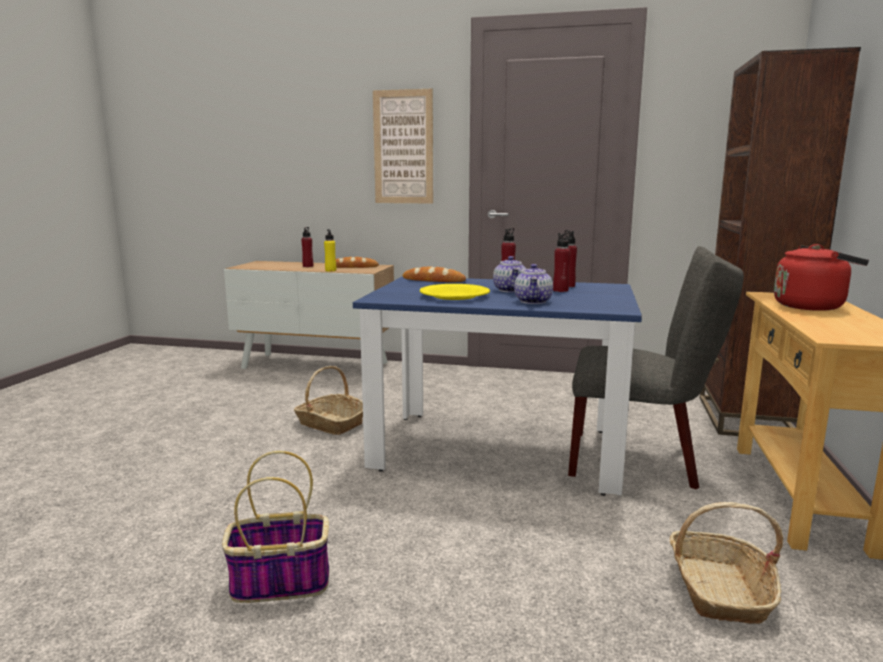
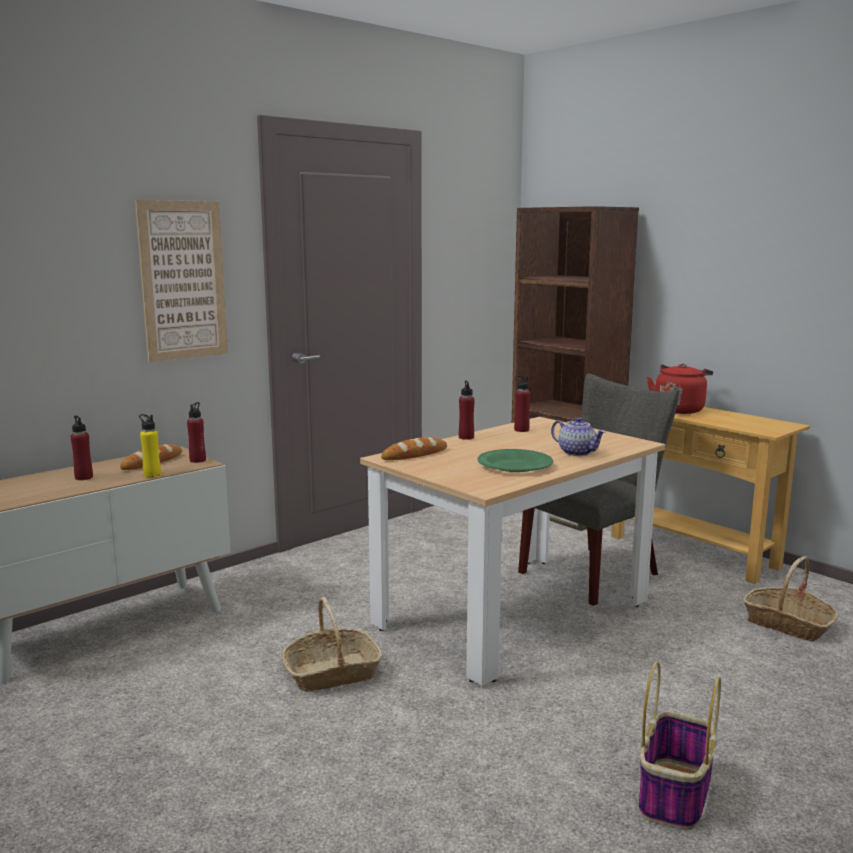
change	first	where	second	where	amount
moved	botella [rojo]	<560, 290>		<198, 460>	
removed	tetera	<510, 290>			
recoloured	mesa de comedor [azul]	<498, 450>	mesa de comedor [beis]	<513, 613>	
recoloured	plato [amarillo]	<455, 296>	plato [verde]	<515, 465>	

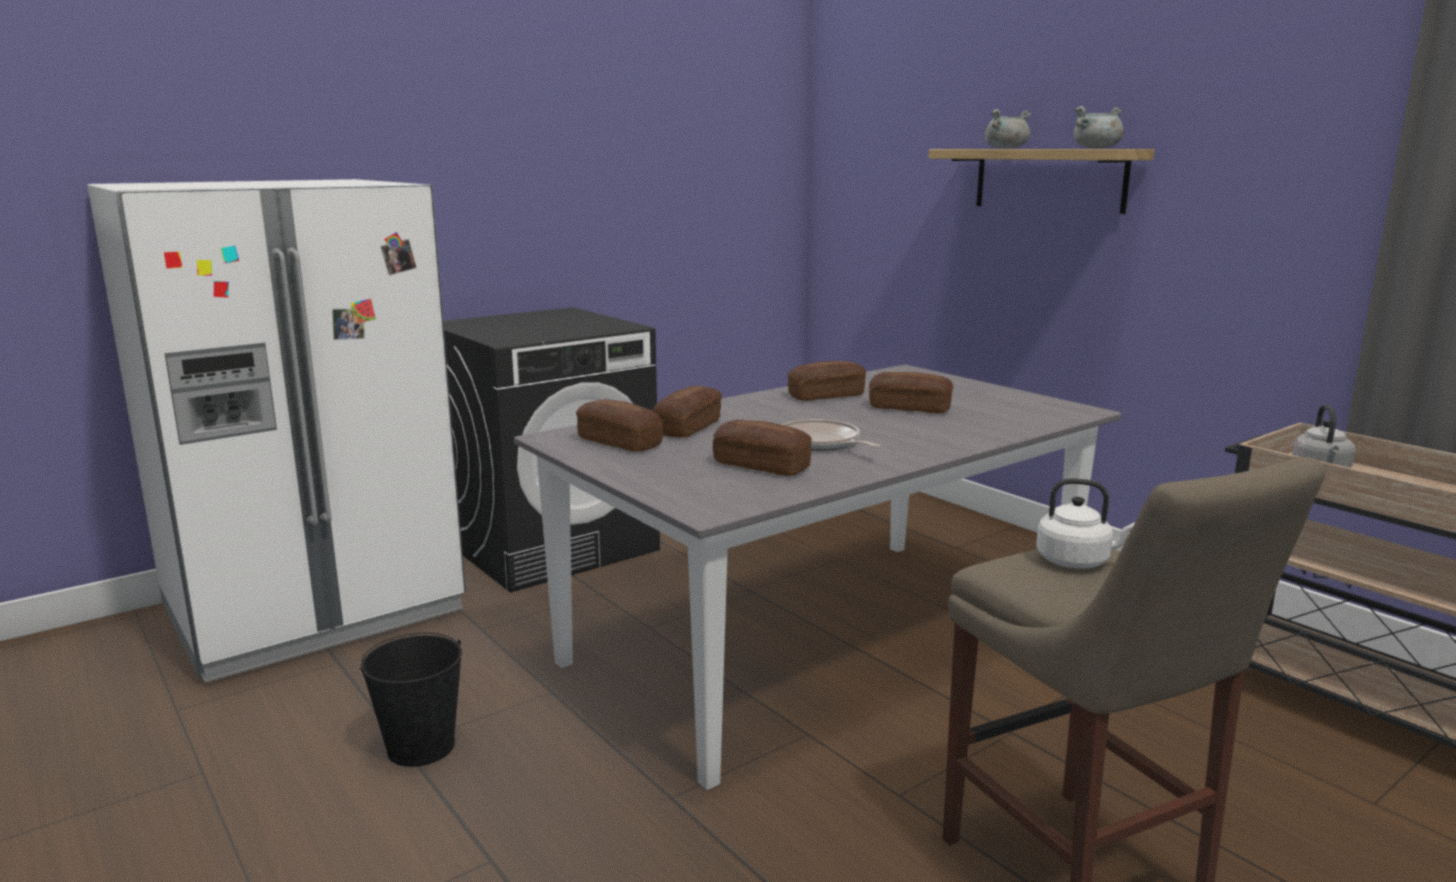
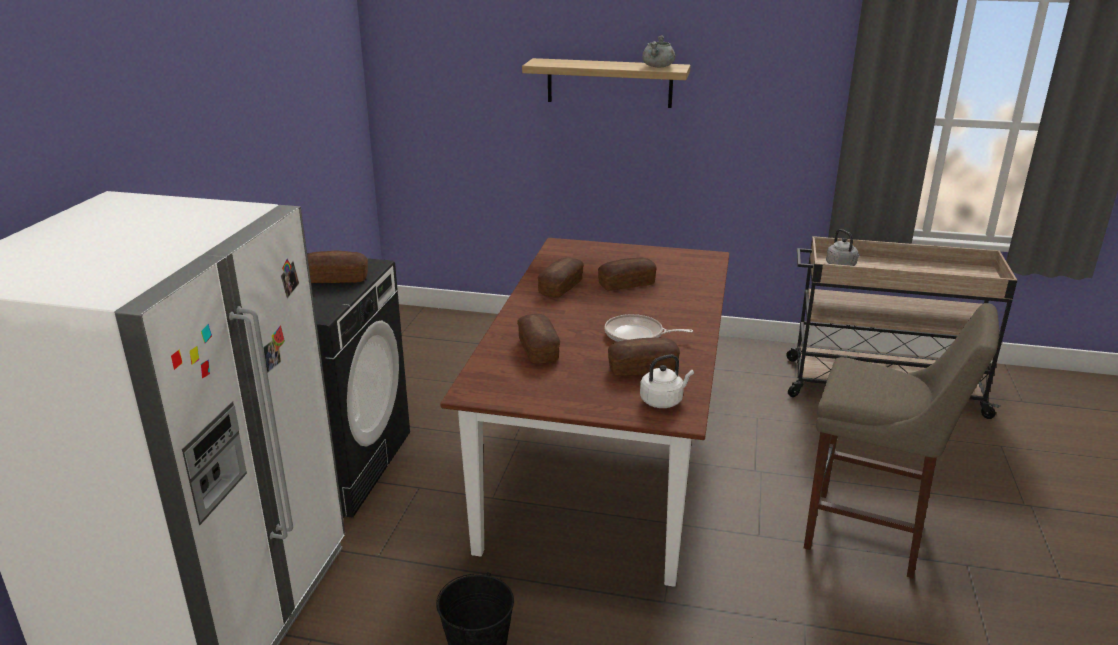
change	first	where	second	where	amount
removed	olla [gris]	<1006, 148>			
recoloured	mesa de comedor [gris]	<824, 641>	mesa de comedor [marrón]	<606, 458>	
moved	pan	<619, 442>		<336, 279>	
moved	hervidor [blanco]	<1076, 561>		<663, 401>	

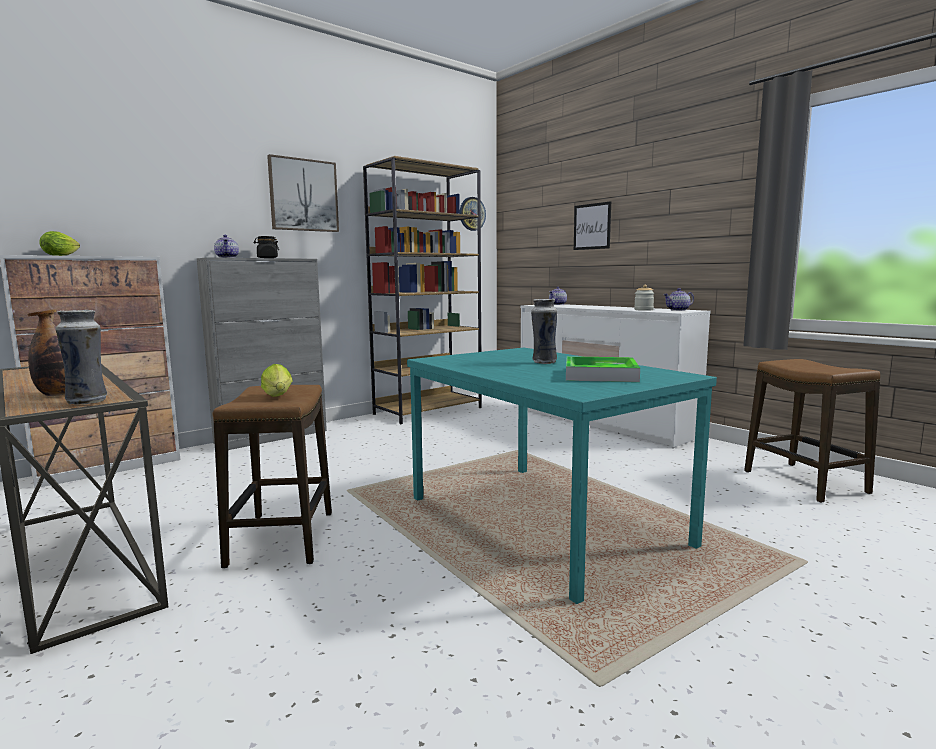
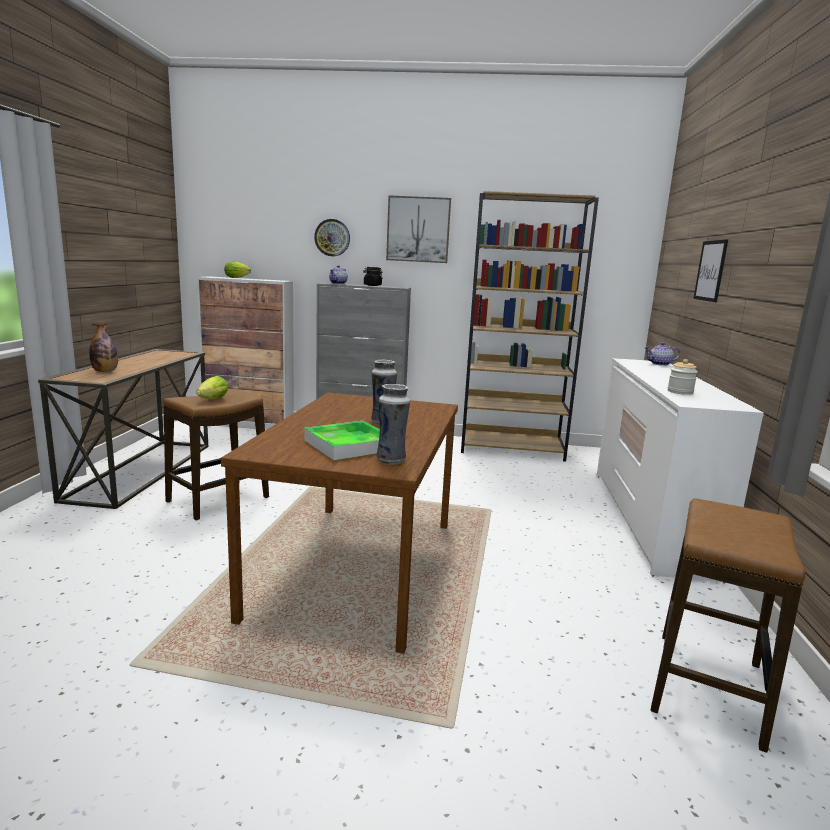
change	first	where	second	where	amount
moved	reloj de pared	<472, 214>		<332, 237>	
removed	tetera	<678, 310>			
moved	florero	<87, 401>		<391, 460>	
recoloured	mesa de comedor [turquesa]	<545, 521>	mesa de comedor [marrón]	<358, 568>	

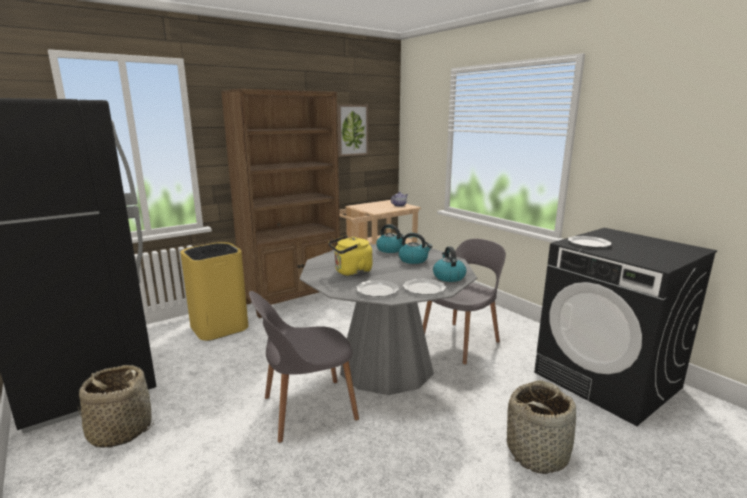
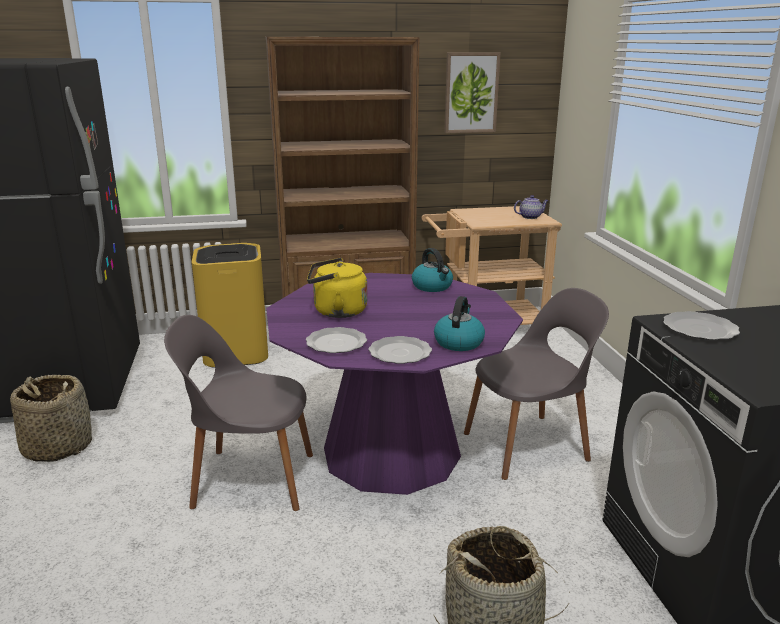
change	first	where	second	where	amount
removed	hervidor	<414, 260>			
recoloured	mesa de comedor [gris]	<386, 365>	mesa de comedor [morado]	<392, 452>	

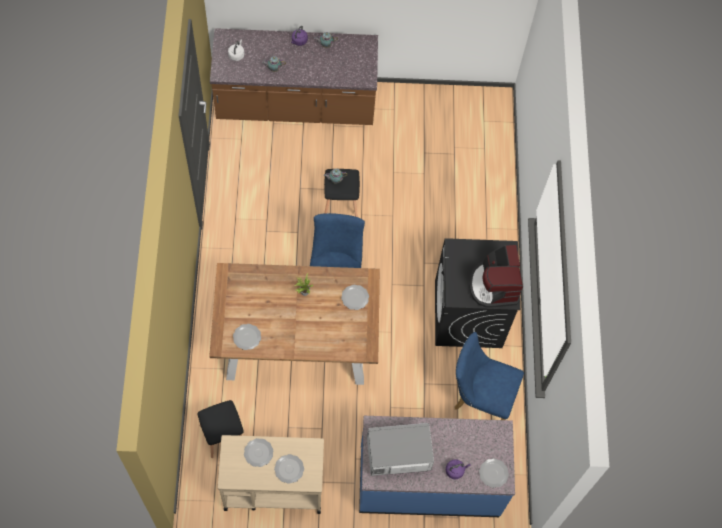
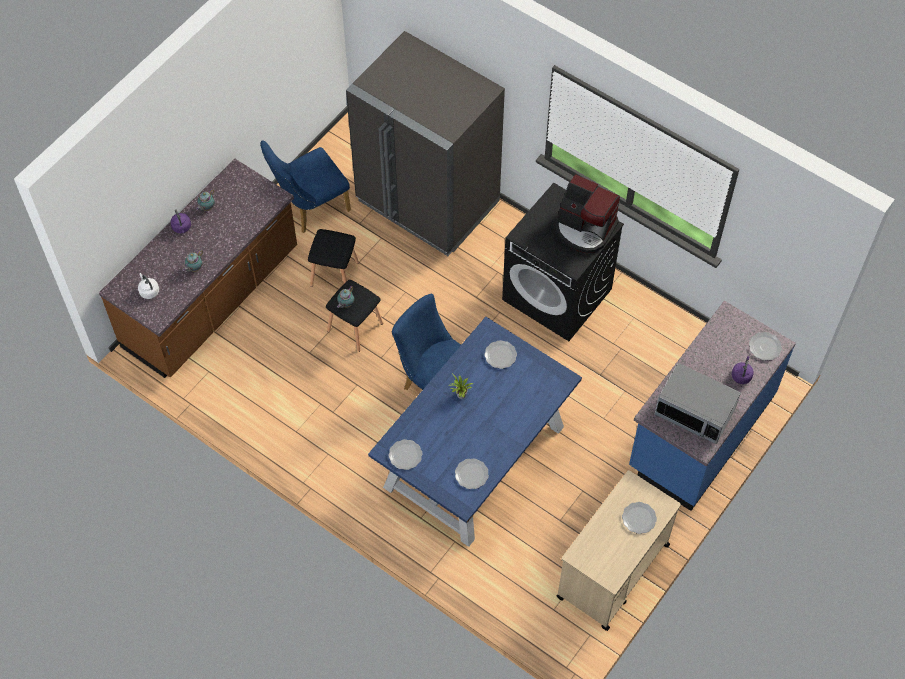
change	first	where	second	where	amount
recoloured	mesa de comedor [marrón]	<298, 340>	mesa de comedor [azul]	<475, 456>	
moved	silla [azul]	<479, 397>		<309, 208>	
moved	taburete [negro]	<223, 434>		<334, 273>	
turned	microondas	<398, 455>		<694, 412>	90 degrees counterclockwise
moved	plato	<258, 452>		<405, 455>	
added			nevera [gris]	<427, 202>	

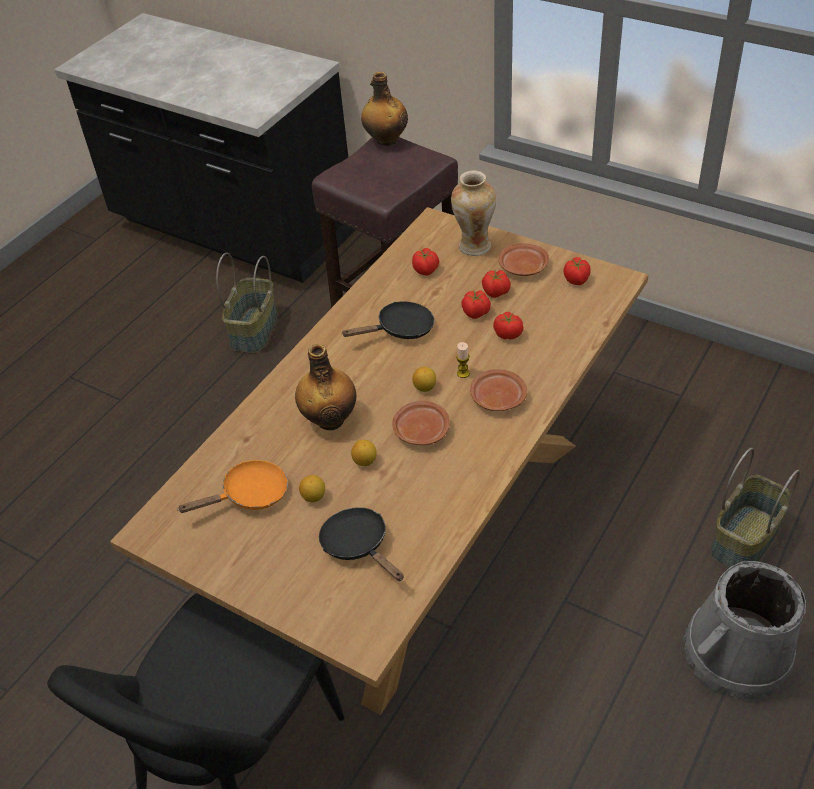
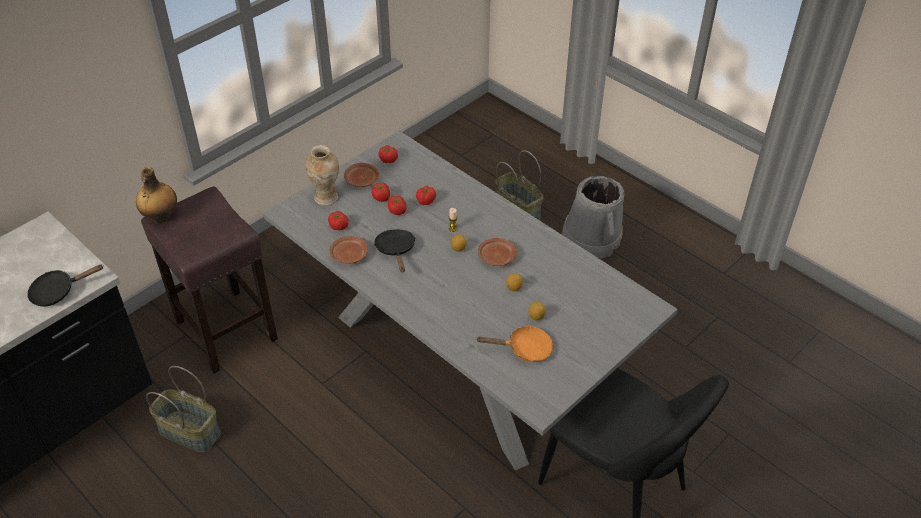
change	first	where	second	where	amount
recoloured	mesa de comedor [marrón]	<420, 536>	mesa de comedor [gris]	<461, 359>	
removed	botella	<330, 419>			
moved	plato [marrón]	<497, 397>		<348, 255>	
turned	sartén [naranja]	<249, 495>		<525, 349>	105 degrees clockwise
moved	sartén [negro]	<358, 545>		<58, 291>	

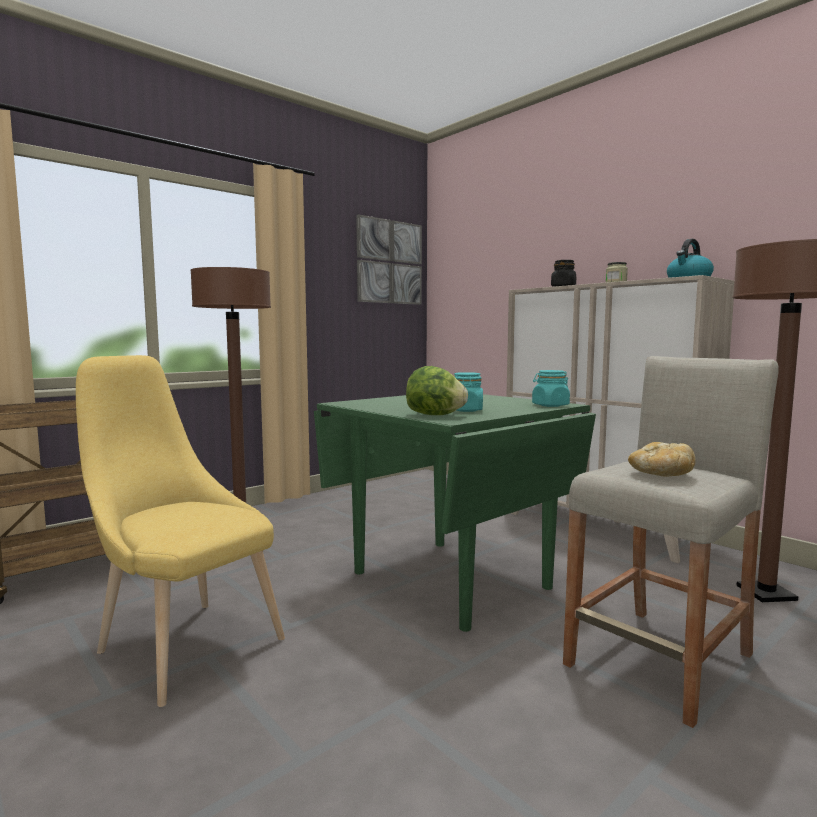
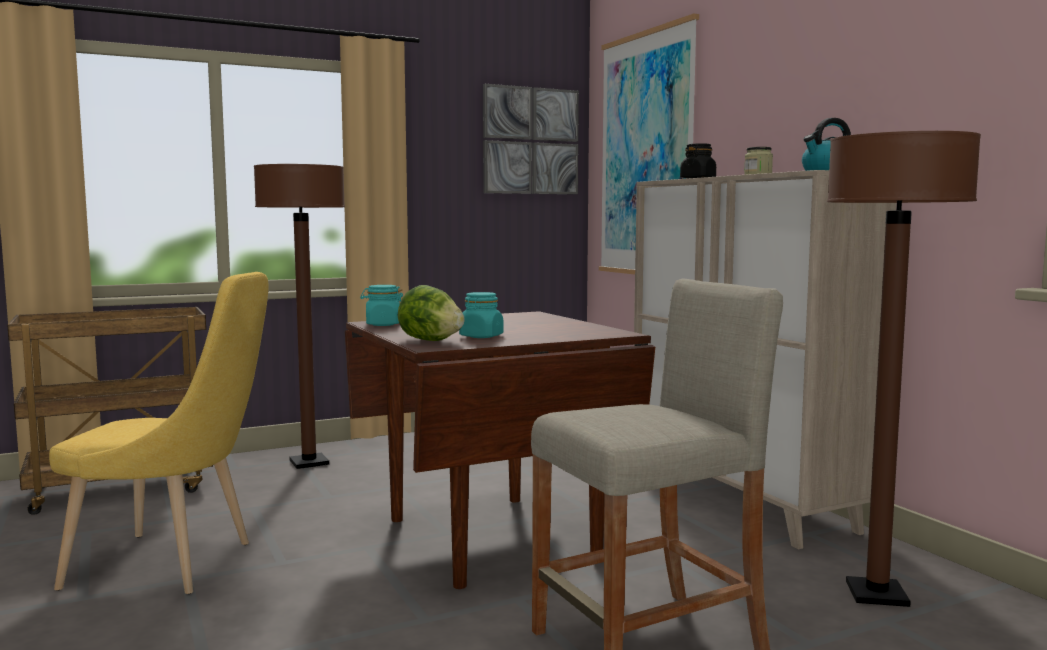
change	first	where	second	where	amount
turned	silla [amarillo]	<183, 643>		<172, 565>	135 degrees clockwise
moved	tarro [turquesa]	<550, 405>		<383, 324>	
recoloured	mesa de comedor [verde]	<449, 580>	mesa de comedor [marrón]	<489, 538>	
removed	pan	<661, 475>			
added			cuadro	<646, 155>	

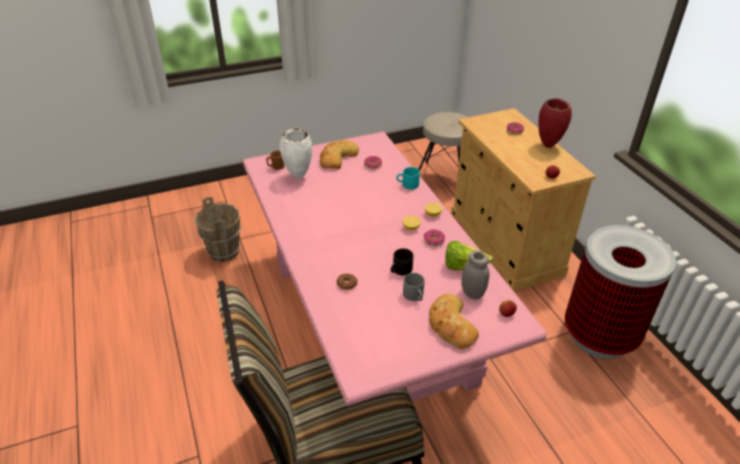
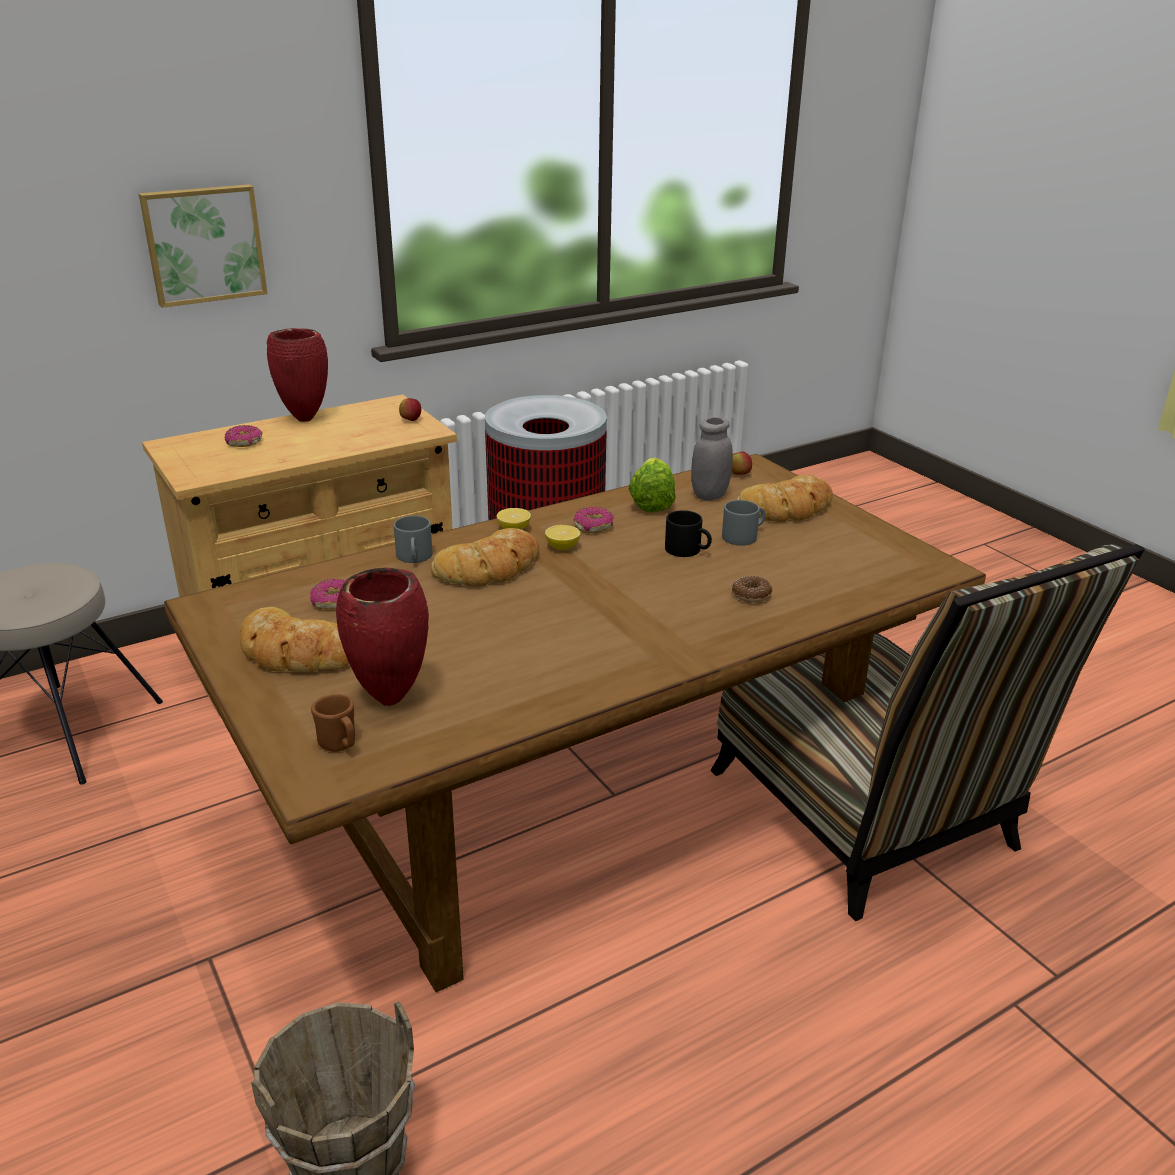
change	first	where	second	where	amount
recoloured	florero [blanco]	<298, 177>	florero [rojo]	<390, 700>	
recoloured	mesa de comedor [rosa]	<371, 324>	mesa de comedor [marrón]	<585, 802>	
recoloured	taza grande [turquesa]	<407, 185>	taza grande [gris]	<415, 557>	
added			cuadro	<203, 244>	
added			pan	<490, 568>	

